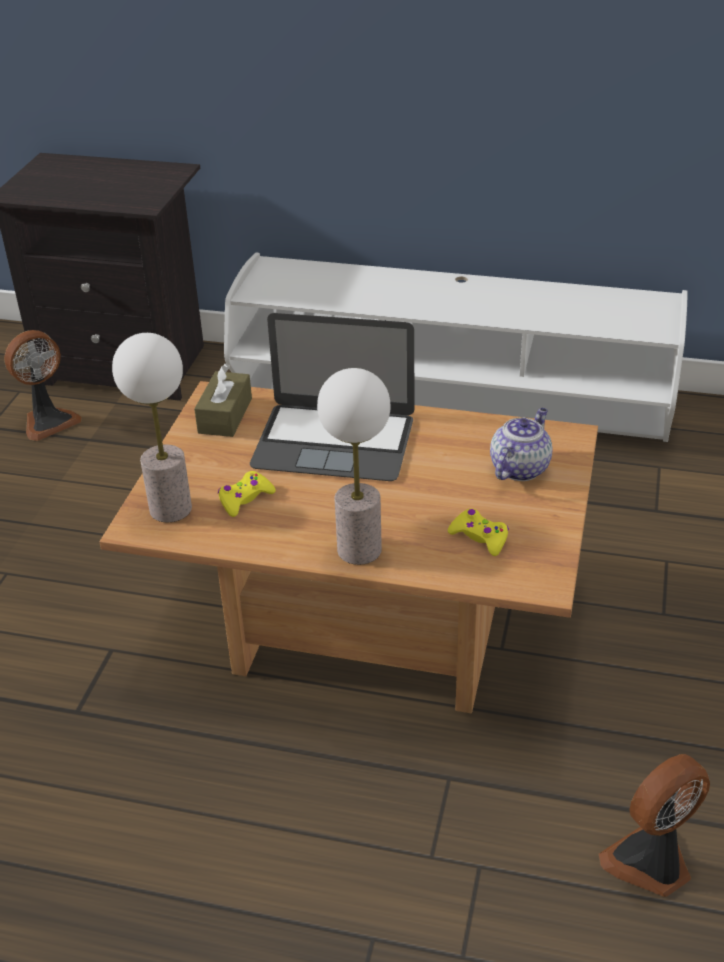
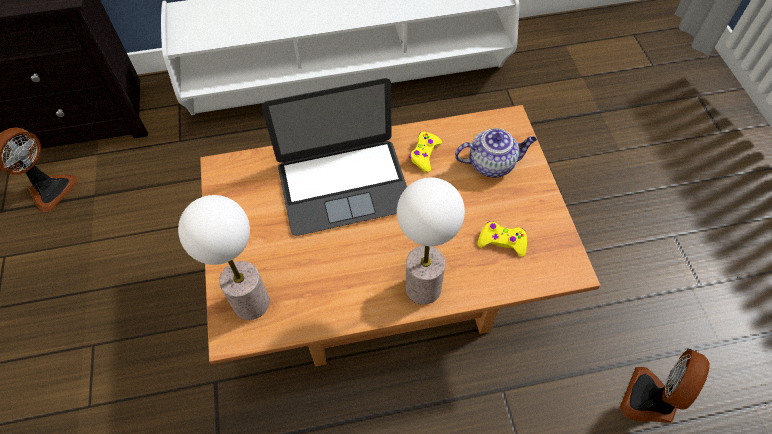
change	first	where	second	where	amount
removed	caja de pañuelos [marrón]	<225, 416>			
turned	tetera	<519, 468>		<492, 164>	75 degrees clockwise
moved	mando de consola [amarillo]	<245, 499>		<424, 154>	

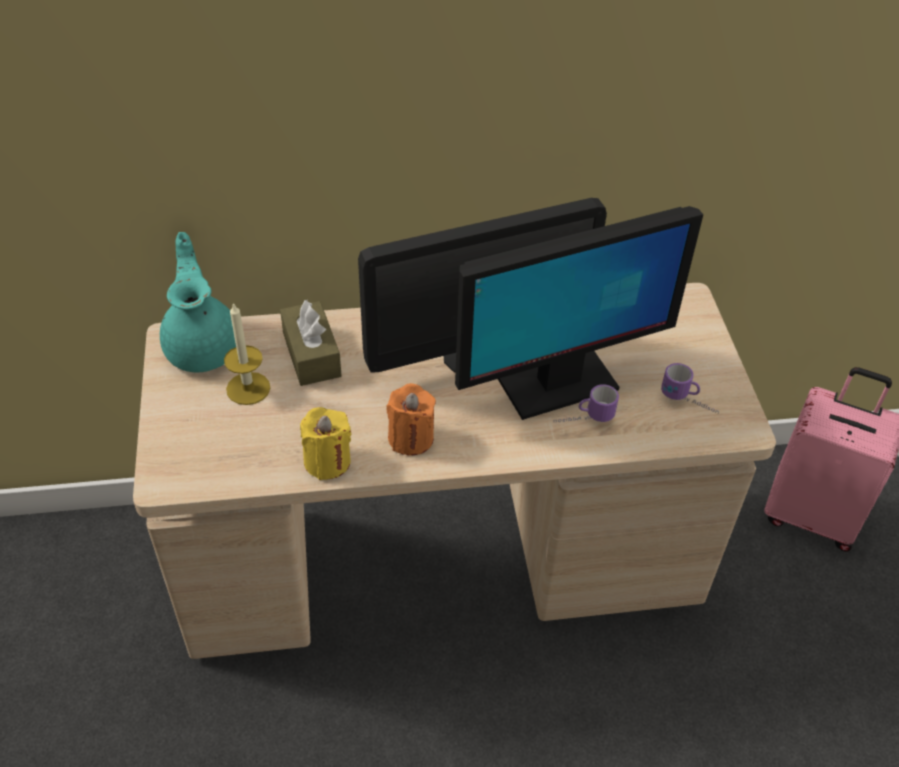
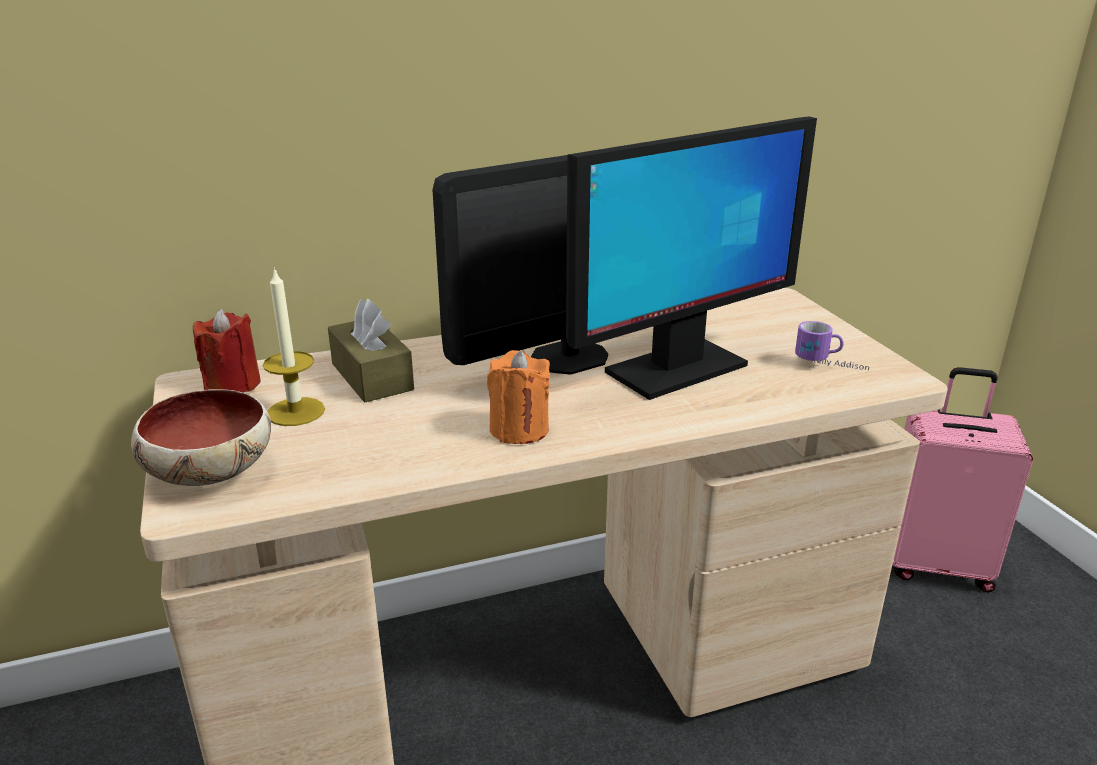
change	first	where	second	where	amount
replaced	tetera [turquesa]	<204, 347>	vela [rojo]	<232, 384>	
removed	taza grande	<583, 419>			
removed	vela [amarillo]	<327, 461>			
added			cuenco	<208, 471>	

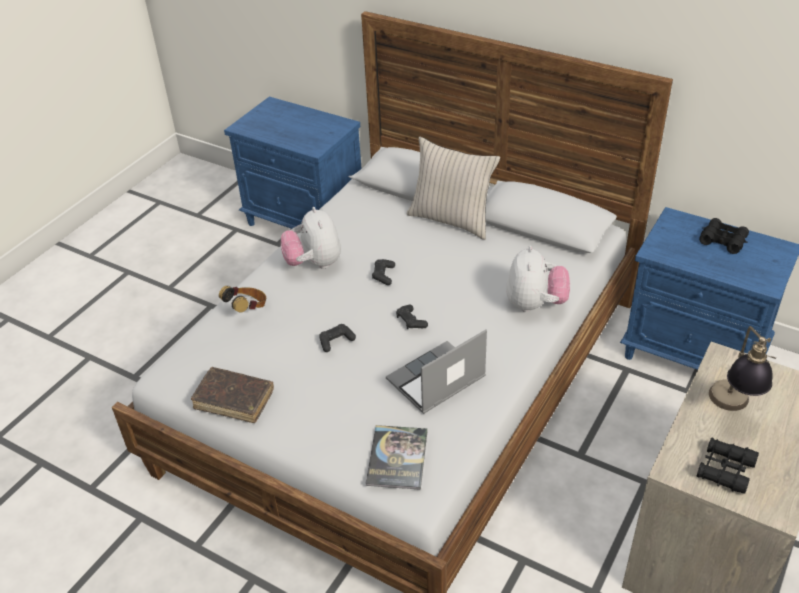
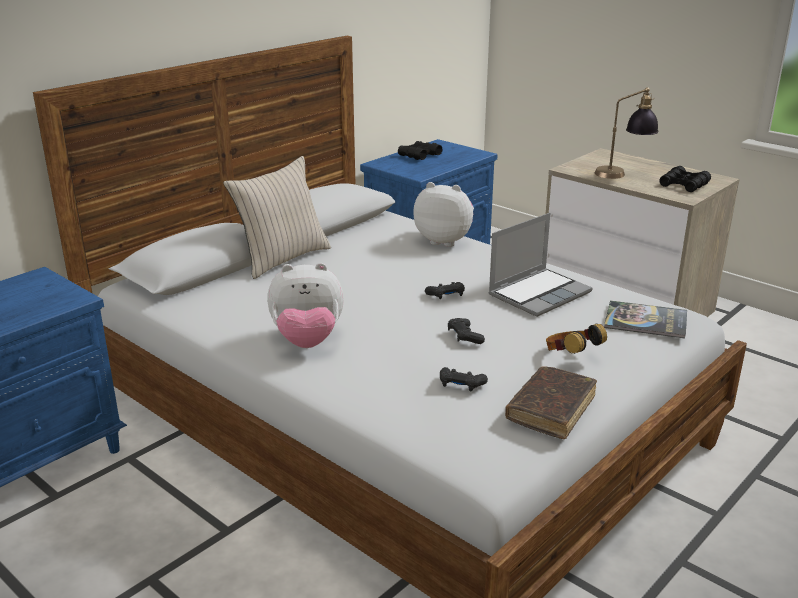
change	first	where	second	where	amount
moved	mando de consola [negro]	<383, 275>		<461, 385>	
moved	auriculares	<247, 309>		<571, 357>	
turned	portátil	<436, 380>		<539, 293>	105 degrees counterclockwise

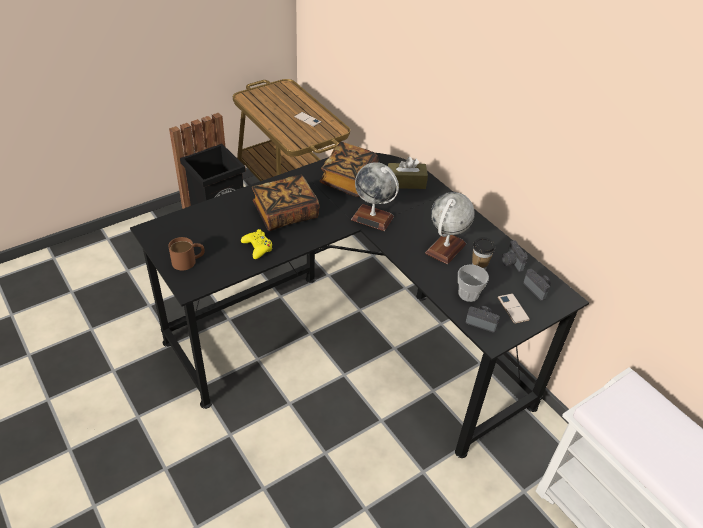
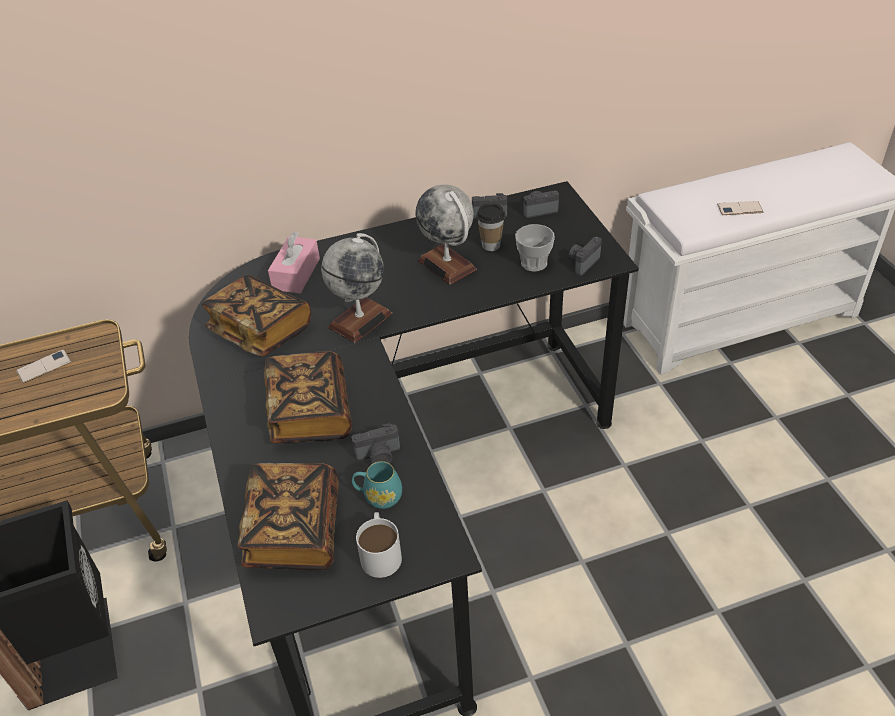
change	first	where	second	where	amount
recoloured	caja de pañuelos [marrón]	<406, 182>	caja de pañuelos [rosa]	<296, 274>	
replaced	mando de consola [amarillo]	<258, 247>	cámara	<379, 456>	
recoloured	taza grande [marrón]	<188, 261>	taza grande [blanco]	<380, 552>	
moved	móvil	<513, 308>		<740, 208>	
added			taza grande [turquesa]	<378, 496>	
added			libro	<294, 532>	

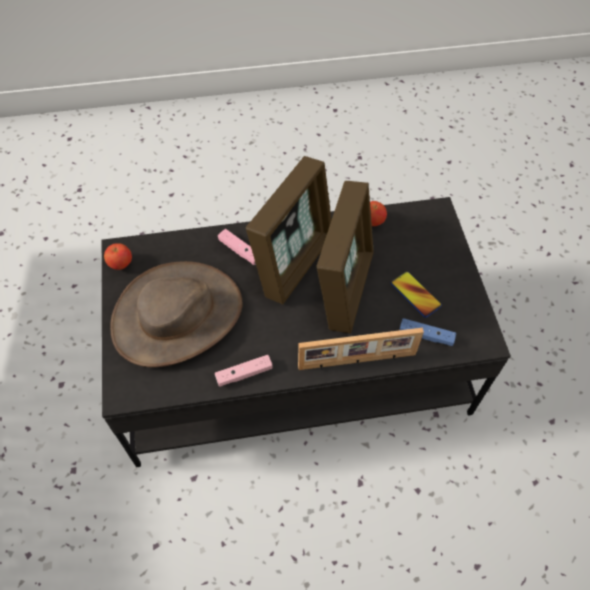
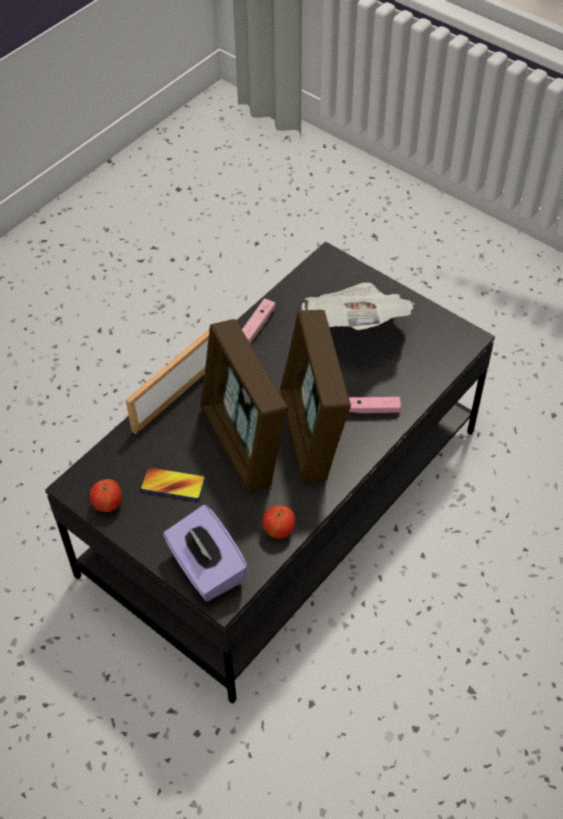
change	first	where	second	where	amount
moved	manzana	<121, 264>		<108, 504>	
replaced	sombrero [marrón]	<177, 316>	periódico	<354, 327>	
removed	mando de consola [azul]	<426, 336>			
added			caja de pañuelos [morado]	<206, 568>	

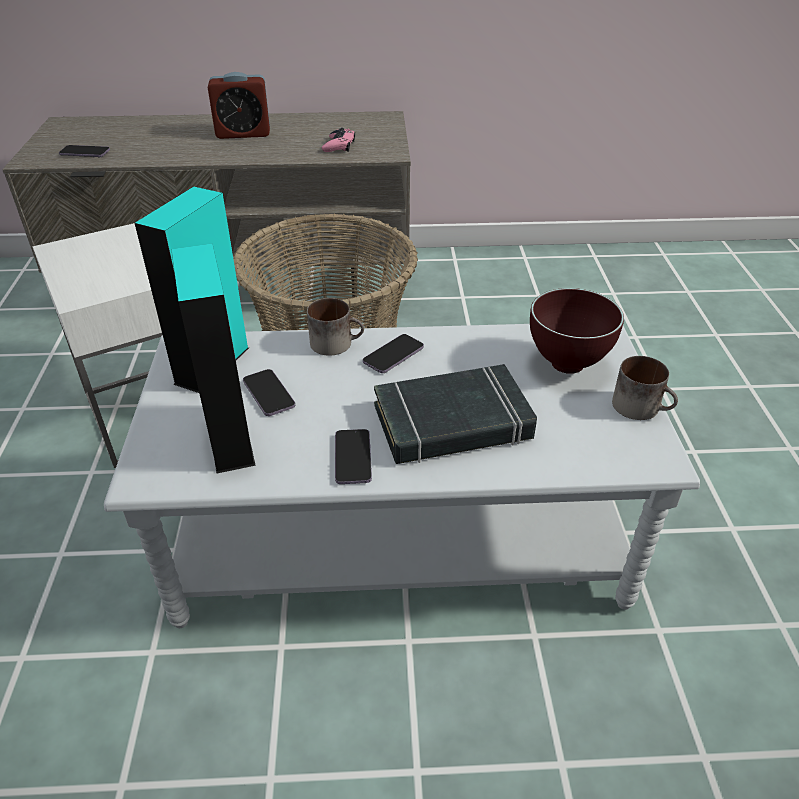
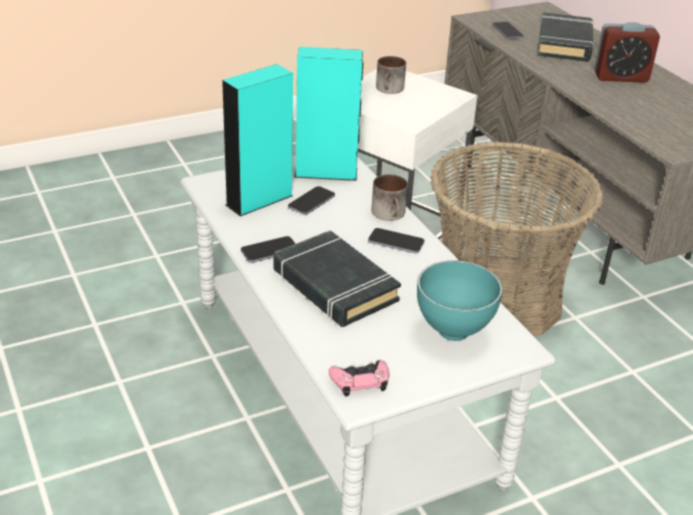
change	first	where	second	where	amount
turned	despertador	<243, 133>		<620, 77>	60 degrees counterclockwise
moved	mando de consola [rosa]	<339, 145>		<360, 381>	
recoloured	cuenco [marrón]	<569, 364>	cuenco [turquesa]	<455, 333>	
moved	taza grande	<642, 407>		<390, 89>	
added			libro [negro]	<564, 43>	

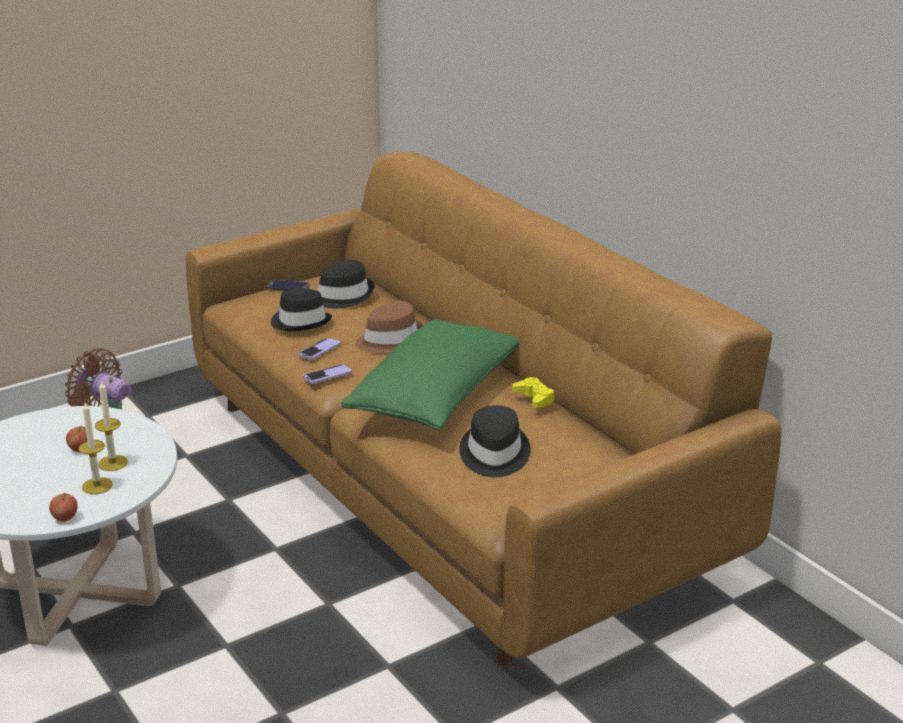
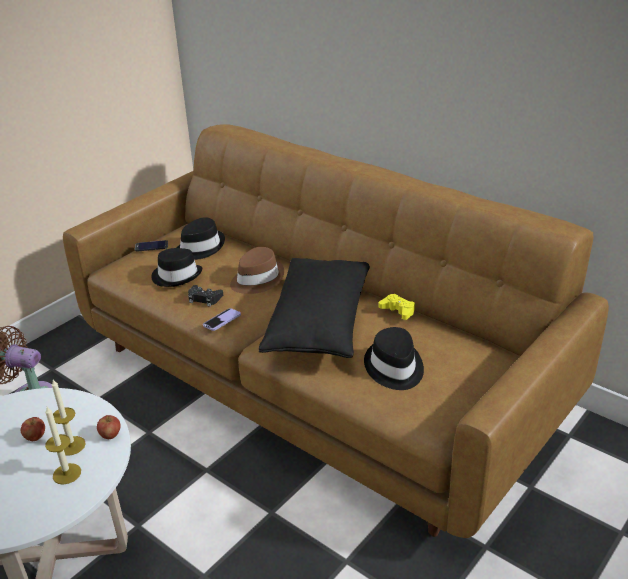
change	first	where	second	where	amount
recoloured	cojín [verde]	<436, 397>	cojín [negro]	<319, 323>	
replaced	móvil	<319, 350>	mando de consola [negro]	<204, 299>	
moved	manzana	<65, 518>		<110, 435>	

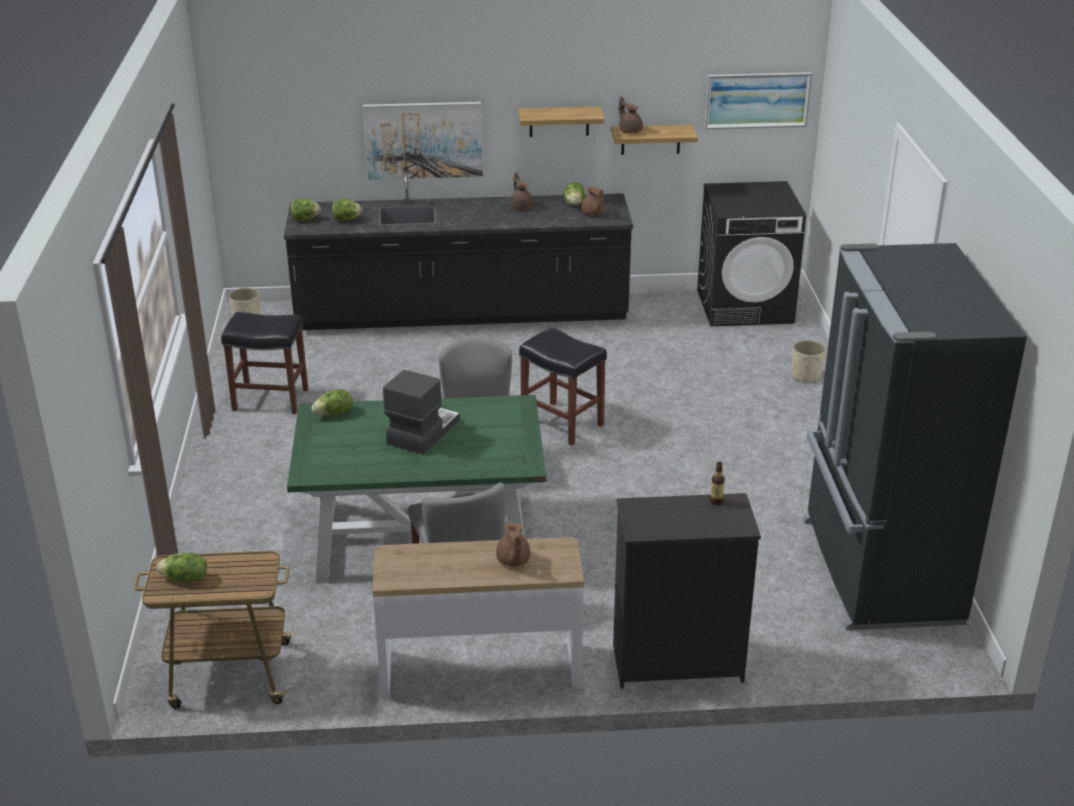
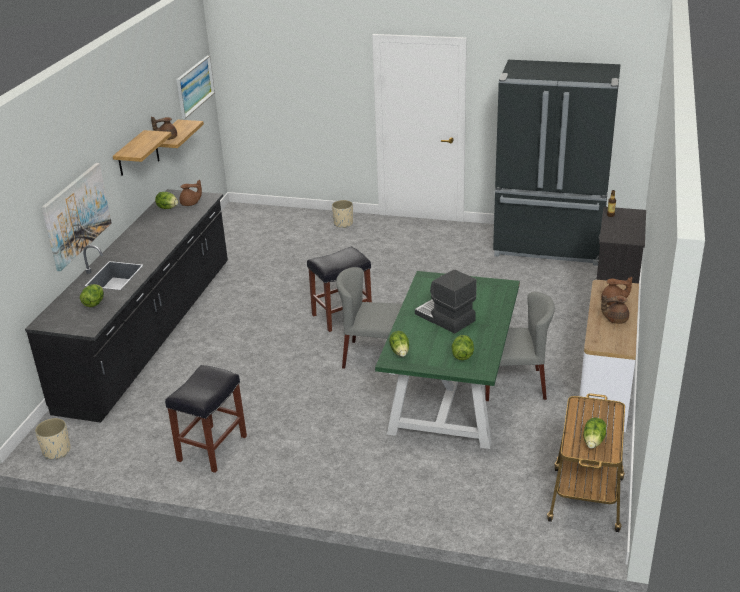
change	first	where	second	where	amount
moved	tetera [marrón]	<522, 207>		<615, 319>	
removed	lavadora [negro]	<745, 306>			
moved	lechuga	<305, 219>		<462, 355>	

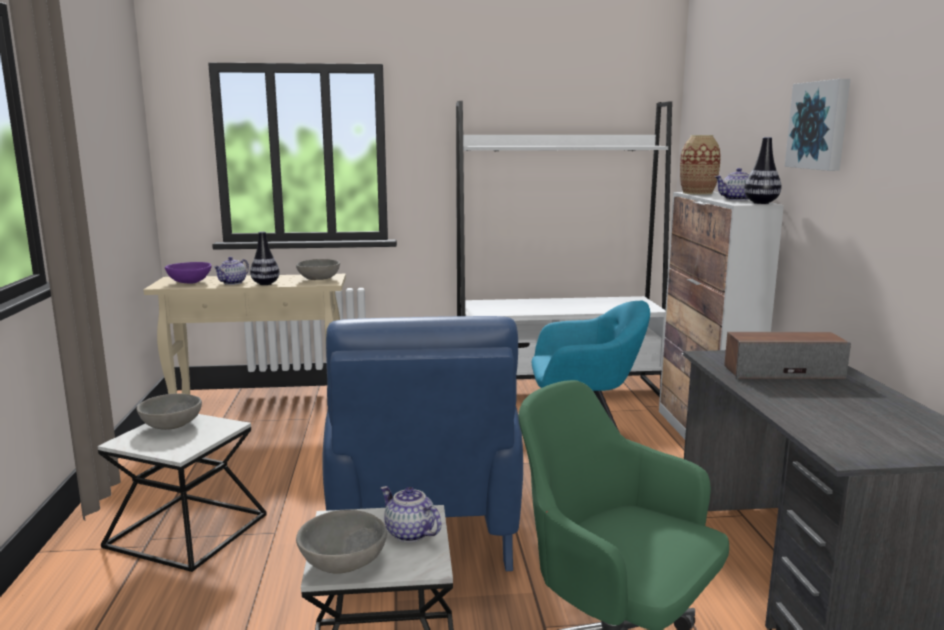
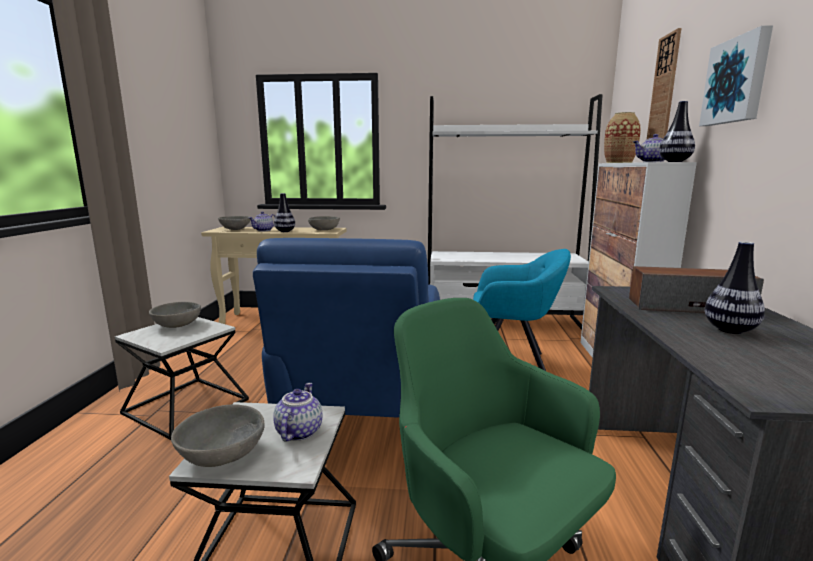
change	first	where	second	where	amount
recoloured	cuenco [morado]	<190, 282>	cuenco [gris]	<236, 229>	
turned	tetera	<408, 533>		<298, 431>	45 degrees clockwise
added			reloj de pared	<664, 89>	
added			florero	<729, 330>	

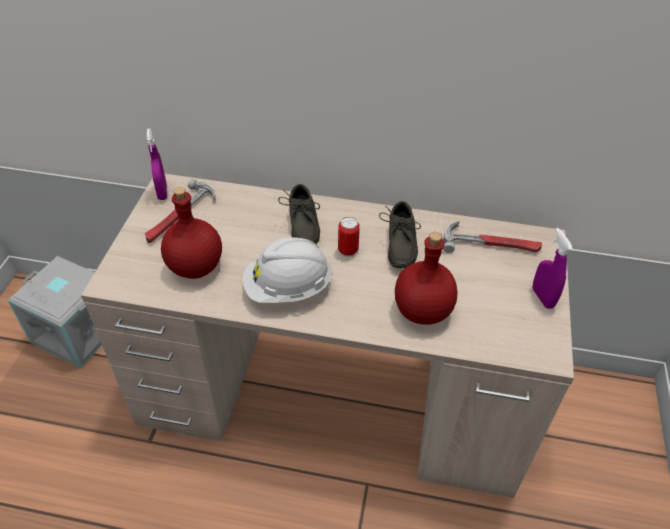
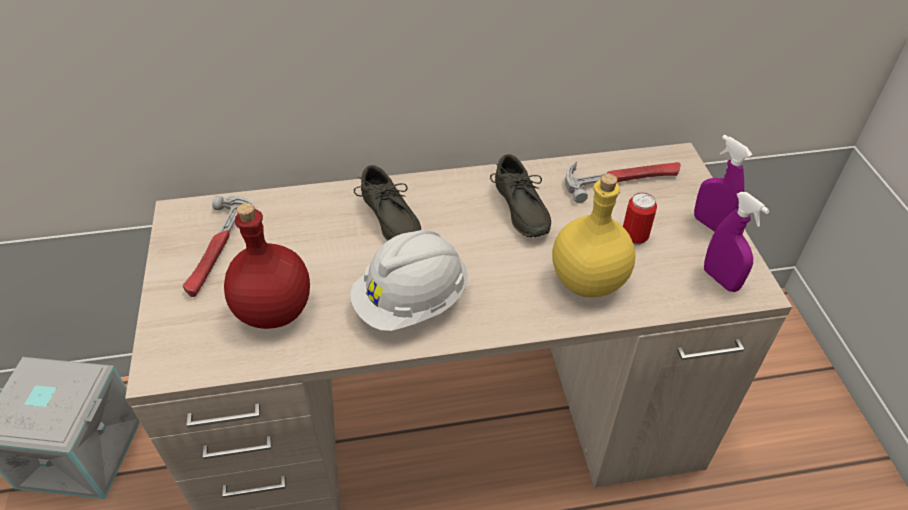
change	first	where	second	where	amount
moved	pulverizador [morado]	<162, 192>		<720, 279>	
moved	lata	<348, 251>		<634, 238>	
recoloured	botella [rojo]	<422, 312>	botella [amarillo]	<588, 282>	

